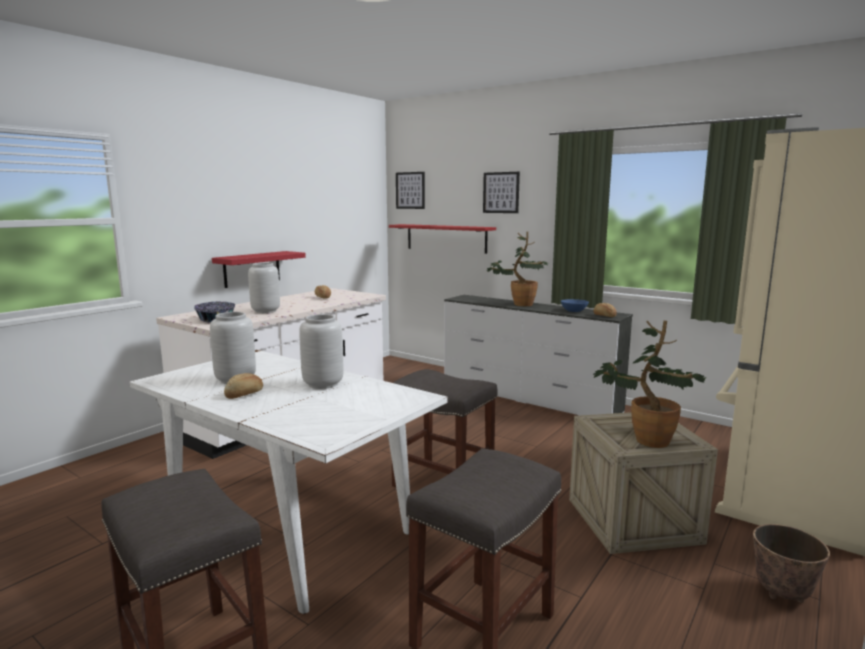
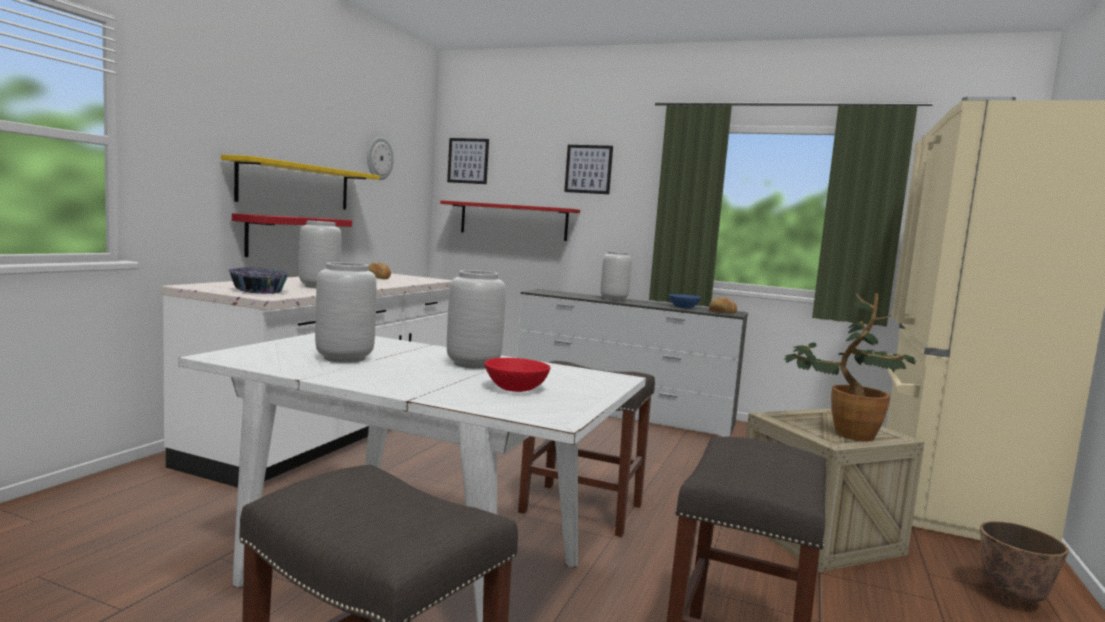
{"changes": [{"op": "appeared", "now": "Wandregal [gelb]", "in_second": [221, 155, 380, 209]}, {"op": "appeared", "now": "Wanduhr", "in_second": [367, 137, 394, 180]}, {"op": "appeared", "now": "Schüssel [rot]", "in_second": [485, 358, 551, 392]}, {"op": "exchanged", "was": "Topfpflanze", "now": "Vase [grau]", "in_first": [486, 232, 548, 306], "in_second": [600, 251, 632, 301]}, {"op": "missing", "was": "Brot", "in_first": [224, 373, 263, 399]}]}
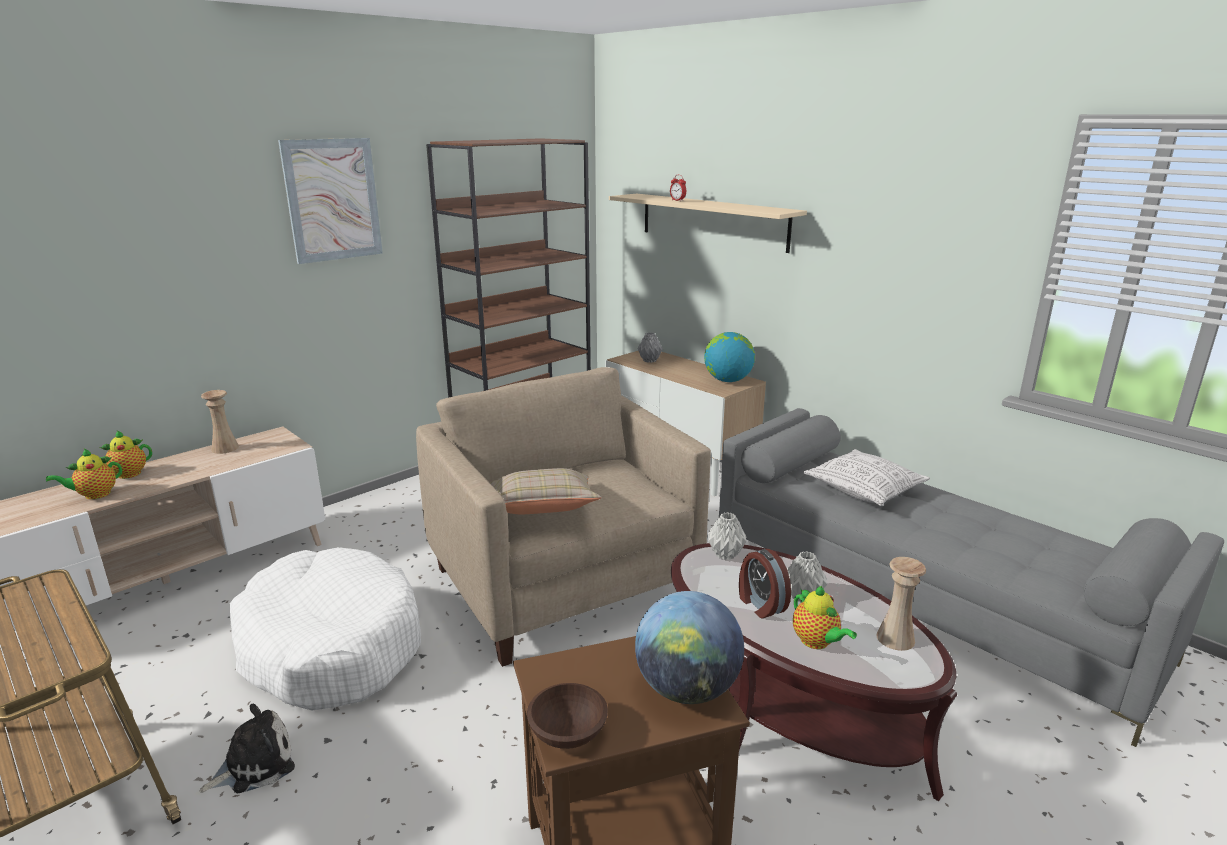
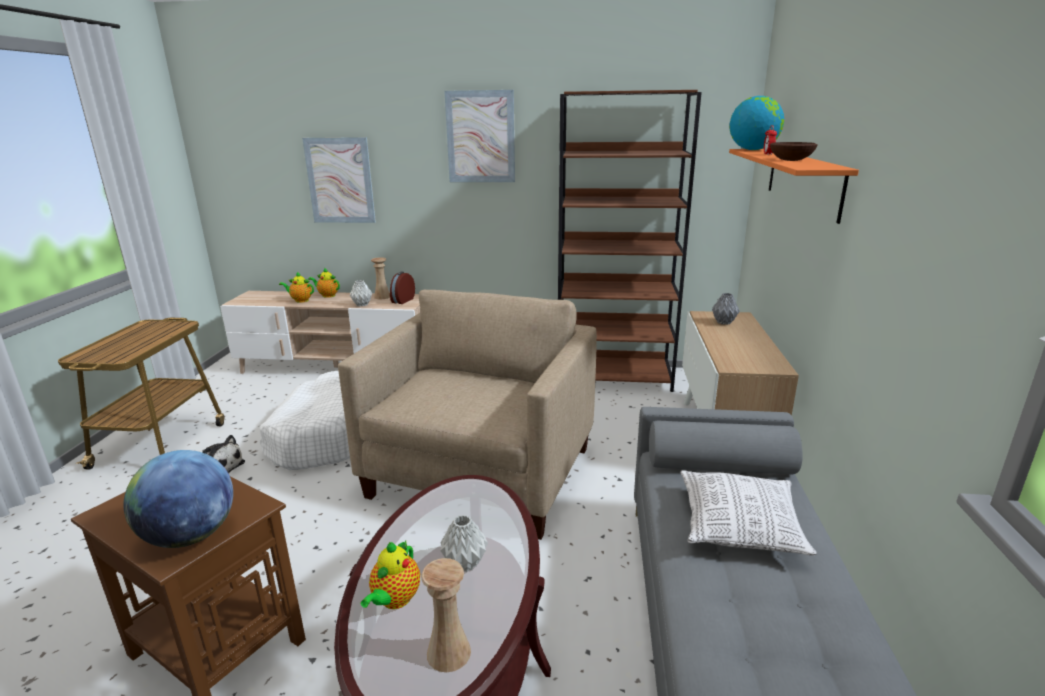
{"changes": [{"op": "appeared", "now": "Bild", "in_second": [302, 137, 376, 223]}, {"op": "relocated", "was": "Vase [grau]", "in_first": [707, 512, 747, 560], "in_second": [350, 280, 372, 306]}, {"op": "relocated", "was": "Wecker", "in_first": [739, 549, 791, 618], "in_second": [390, 272, 415, 304]}, {"op": "relocated", "was": "Globus", "in_first": [704, 332, 755, 382], "in_second": [729, 96, 784, 150]}, {"op": "colour", "was": "Wandregal [beige]", "now": "Wandregal [orange]", "in_first": [609, 194, 807, 253], "in_second": [729, 149, 859, 224]}, {"op": "relocated", "was": "Schüssel [braun]", "in_first": [527, 683, 608, 749], "in_second": [770, 142, 818, 161]}, {"op": "missing", "was": "Kissen [beige]", "in_first": [490, 468, 602, 514]}]}
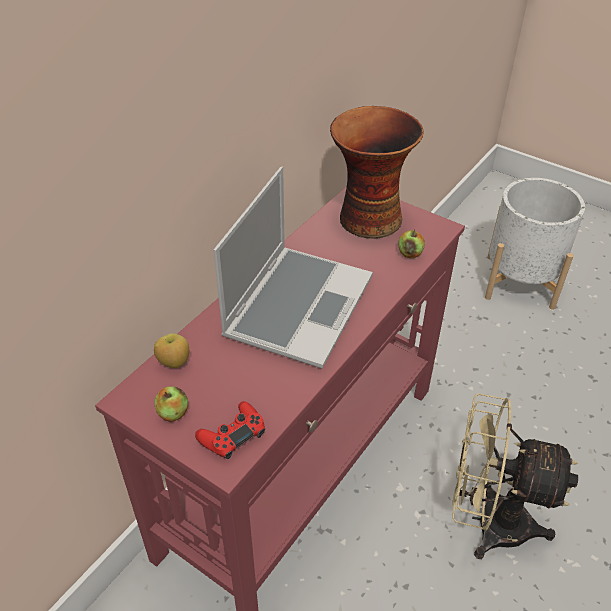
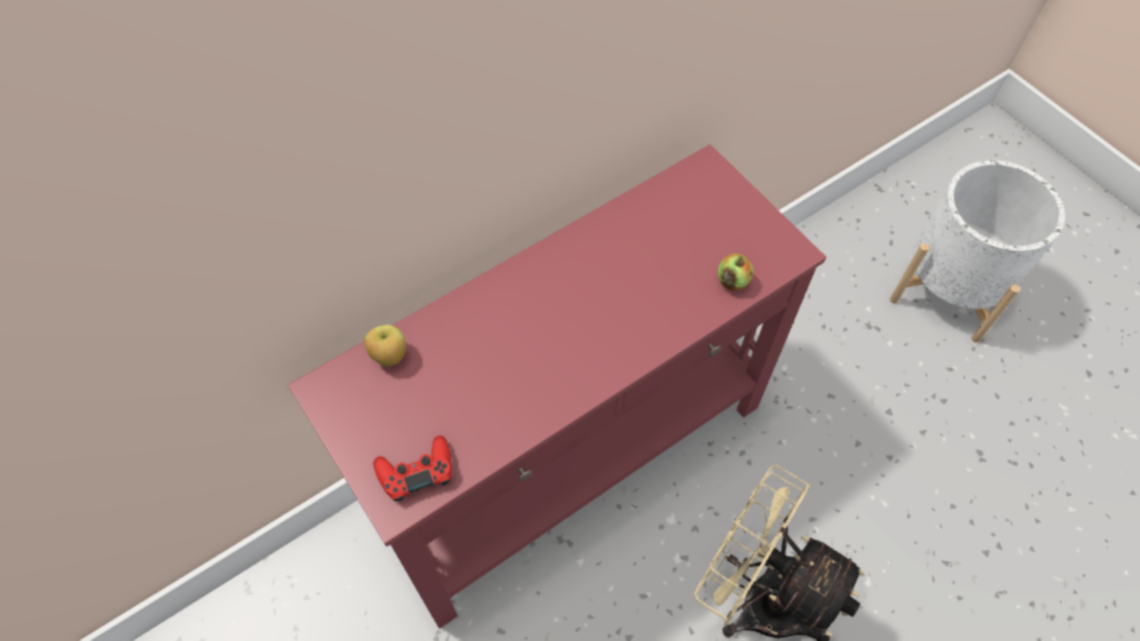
{"changes": [{"op": "missing", "was": "Apfel", "in_first": [154, 386, 188, 422]}, {"op": "missing", "was": "Laptop", "in_first": [214, 167, 373, 369]}, {"op": "missing", "was": "Vase", "in_first": [330, 106, 424, 239]}]}
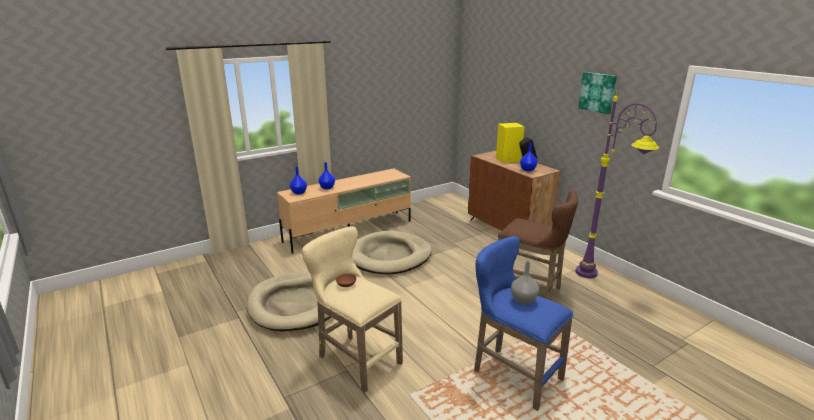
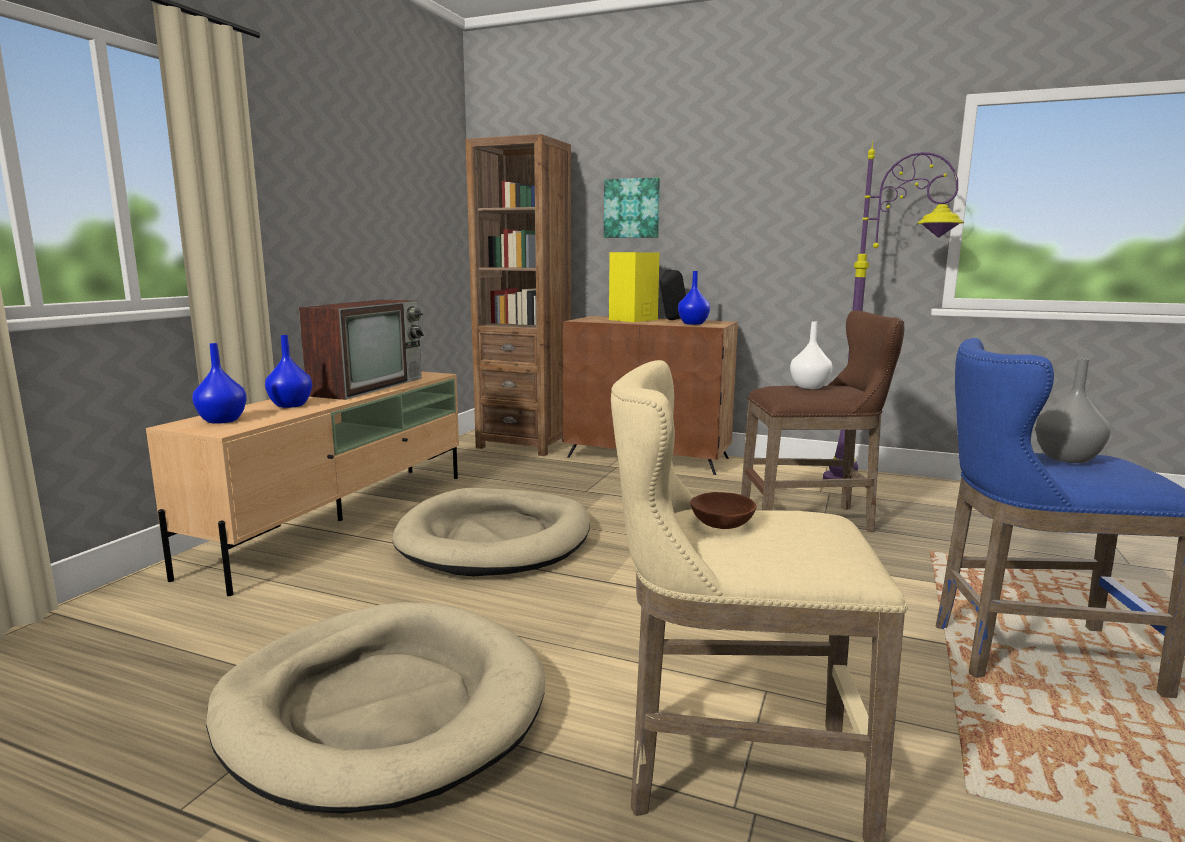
{"changes": [{"op": "appeared", "now": "Fernseher", "in_second": [299, 300, 424, 400]}, {"op": "appeared", "now": "Bücherregal [braun]", "in_second": [466, 134, 571, 456]}, {"op": "relocated", "was": "Bild", "in_first": [578, 72, 617, 114], "in_second": [604, 177, 660, 238]}, {"op": "appeared", "now": "Vase [weiß]", "in_second": [790, 321, 832, 389]}]}
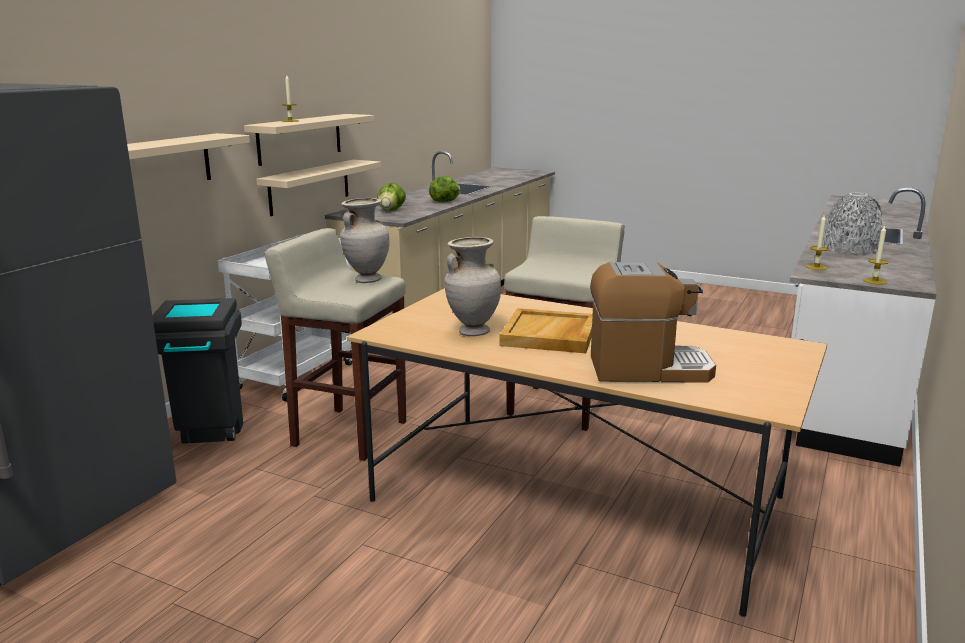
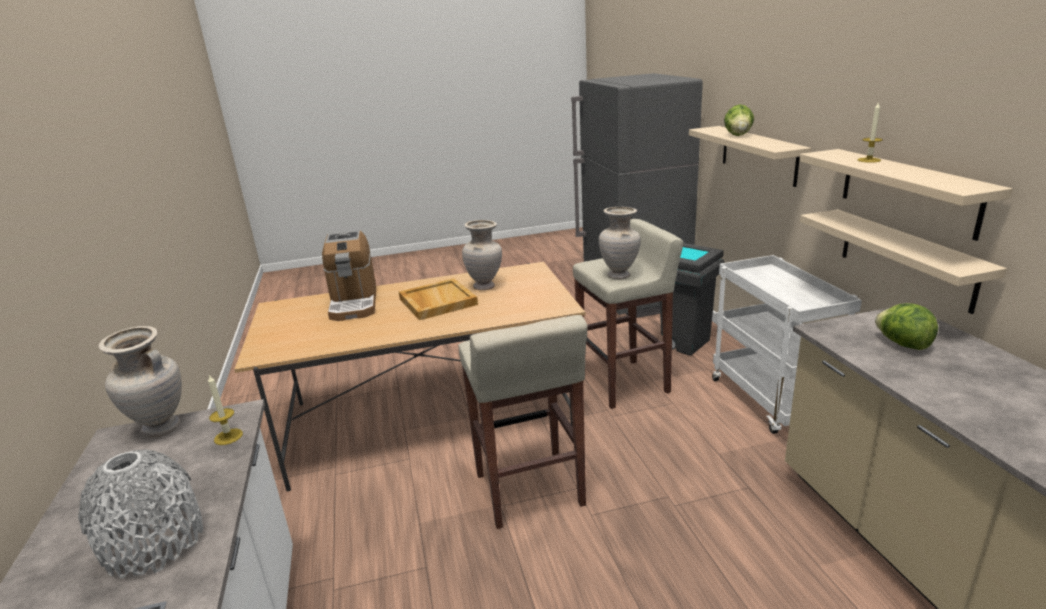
{"changes": [{"op": "exchanged", "was": "Kerze", "now": "Vase [beige]", "in_first": [863, 225, 888, 285], "in_second": [98, 326, 182, 437]}, {"op": "spun", "was": "Kaffeemaschine", "in_first": [590, 262, 716, 383], "in_second": [322, 231, 376, 321], "clockwise": -60}, {"op": "relocated", "was": "Salatkopf", "in_first": [429, 176, 460, 202], "in_second": [724, 104, 754, 136]}]}
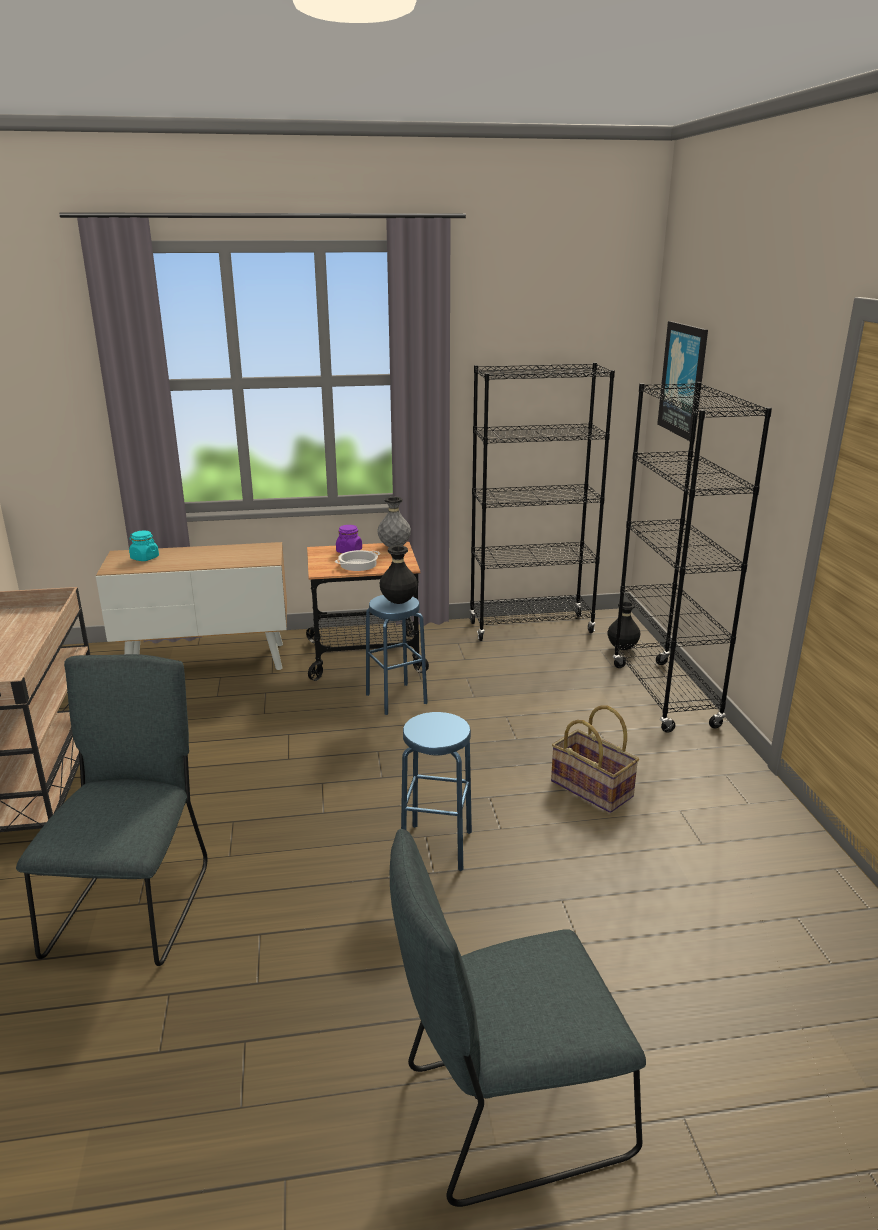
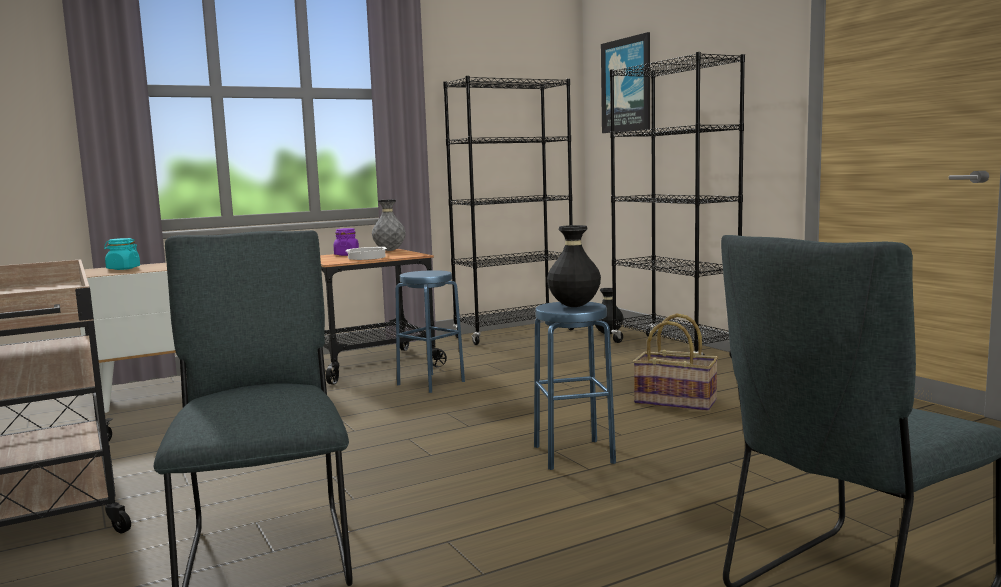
{"changes": [{"op": "relocated", "was": "Vase [schwarz]", "in_first": [380, 545, 418, 604], "in_second": [547, 225, 601, 307]}]}
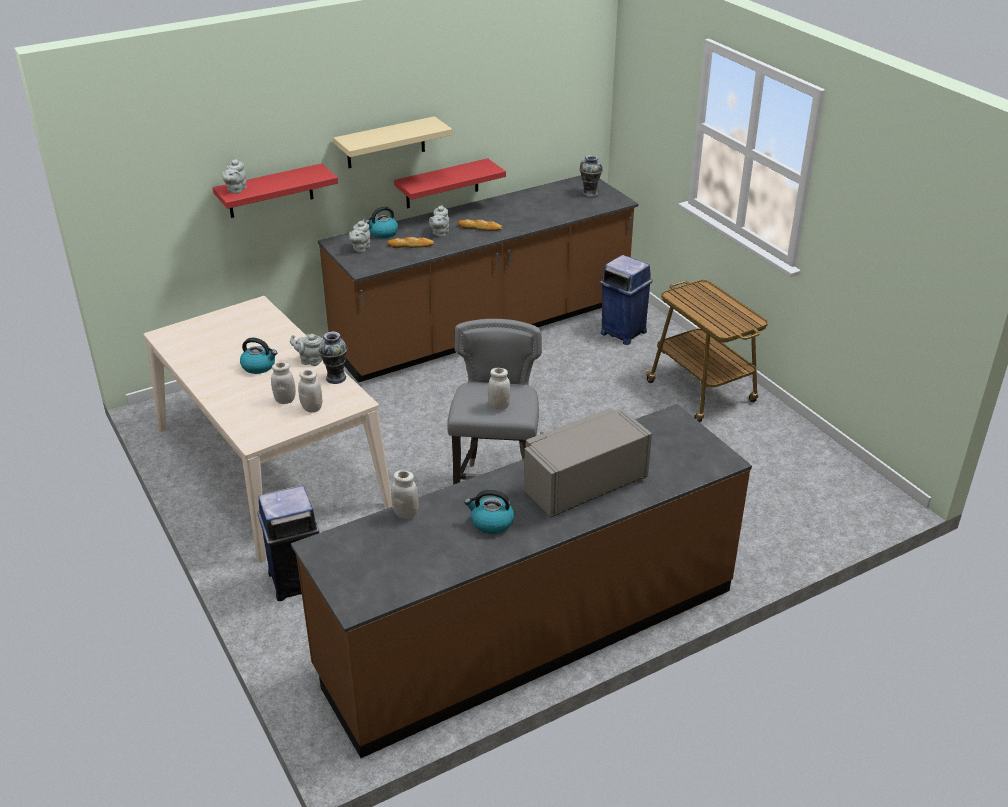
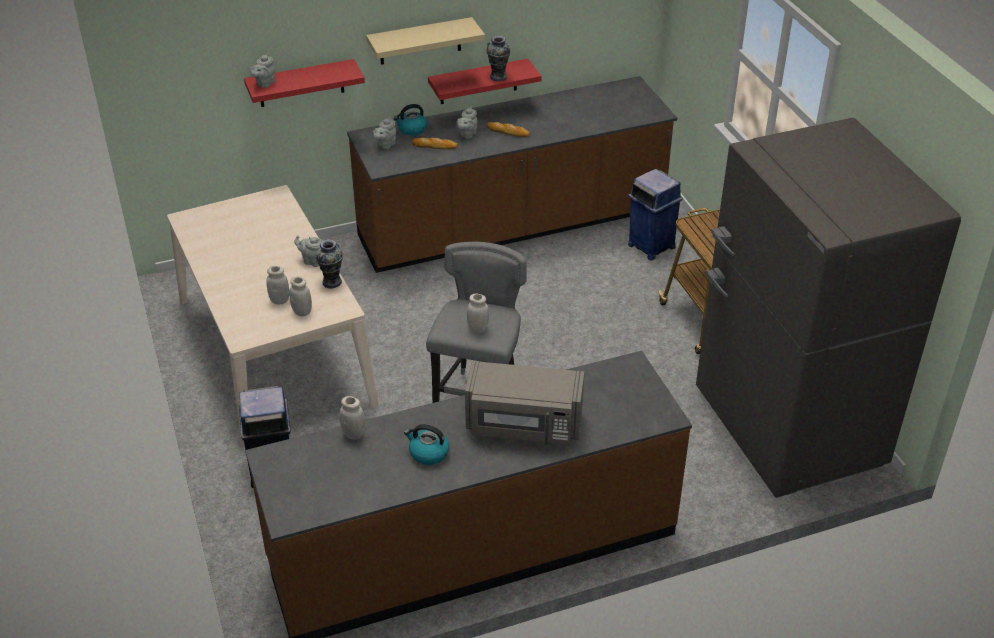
{"changes": [{"op": "spun", "was": "Mikrowelle [grau]", "in_first": [524, 408, 652, 518], "in_second": [465, 361, 584, 445], "clockwise": -150}, {"op": "relocated", "was": "Vase", "in_first": [579, 155, 603, 198], "in_second": [486, 36, 511, 81]}, {"op": "appeared", "now": "Kühlschrank [grau]", "in_second": [696, 118, 961, 498]}, {"op": "missing", "was": "Wasserkessel", "in_first": [240, 338, 277, 374]}]}
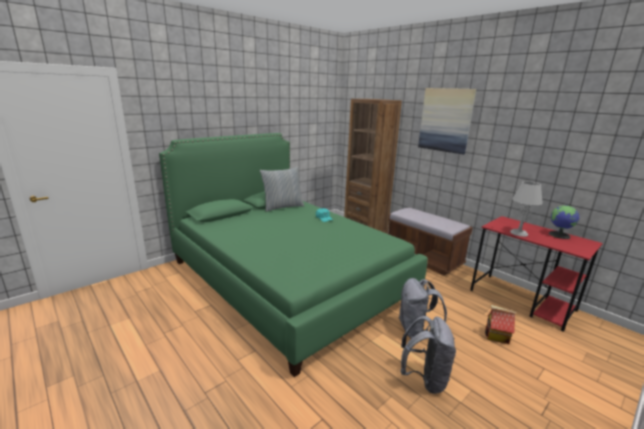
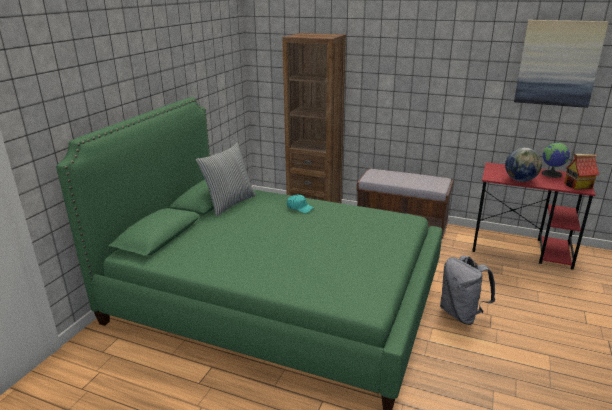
{"changes": [{"op": "exchanged", "was": "Tischlampe [grau]", "now": "Globus", "in_first": [510, 181, 543, 237], "in_second": [505, 148, 542, 182]}, {"op": "relocated", "was": "Bild", "in_first": [418, 88, 476, 154], "in_second": [514, 20, 609, 108]}, {"op": "relocated", "was": "Spielzeughaus", "in_first": [485, 305, 517, 344], "in_second": [564, 154, 599, 190]}, {"op": "missing", "was": "Rucksack [grau]", "in_first": [400, 316, 456, 394]}]}
